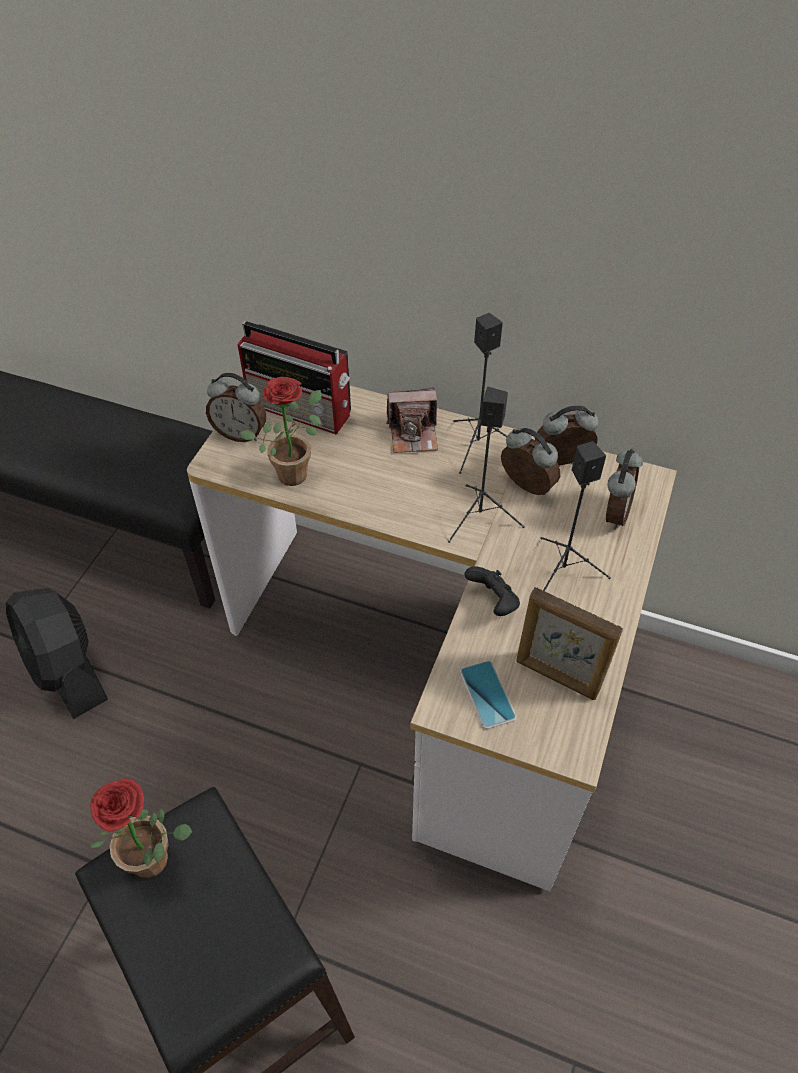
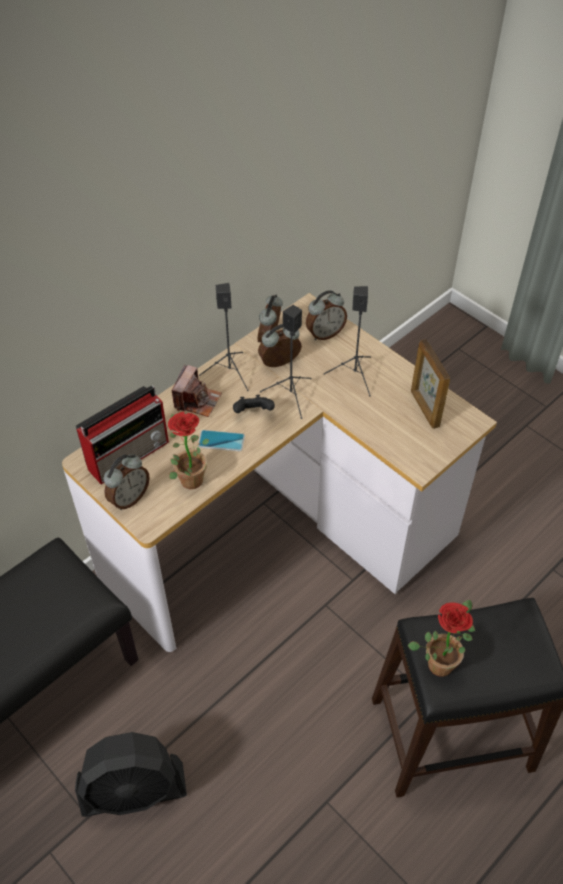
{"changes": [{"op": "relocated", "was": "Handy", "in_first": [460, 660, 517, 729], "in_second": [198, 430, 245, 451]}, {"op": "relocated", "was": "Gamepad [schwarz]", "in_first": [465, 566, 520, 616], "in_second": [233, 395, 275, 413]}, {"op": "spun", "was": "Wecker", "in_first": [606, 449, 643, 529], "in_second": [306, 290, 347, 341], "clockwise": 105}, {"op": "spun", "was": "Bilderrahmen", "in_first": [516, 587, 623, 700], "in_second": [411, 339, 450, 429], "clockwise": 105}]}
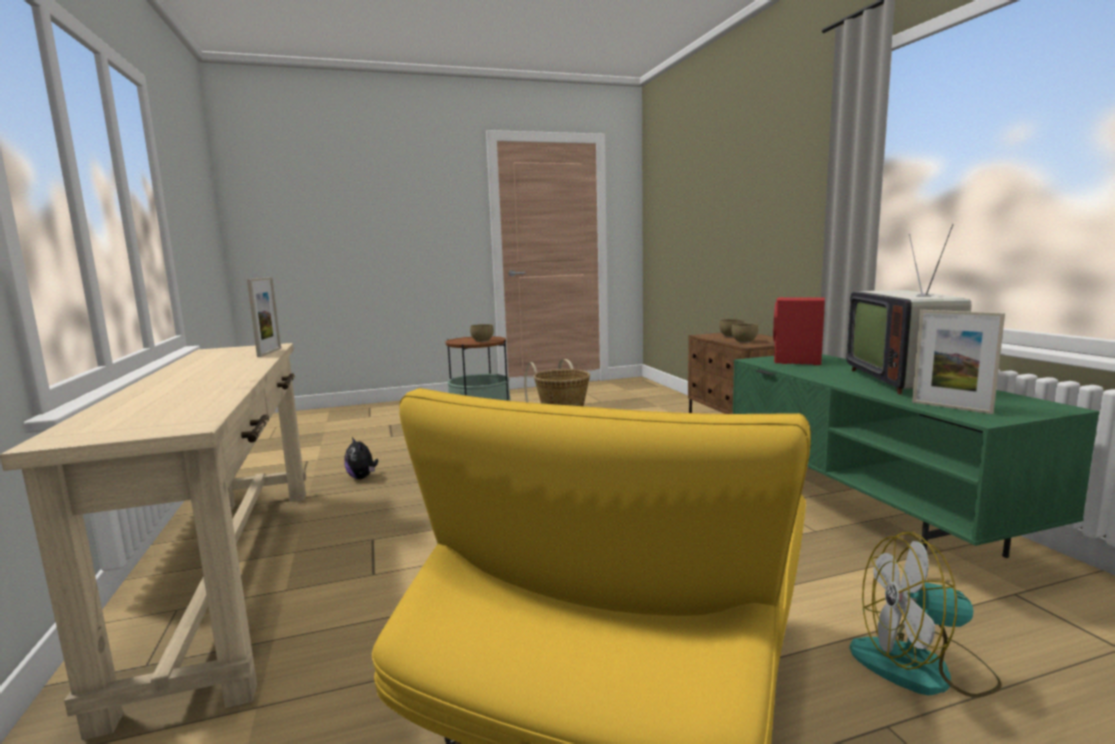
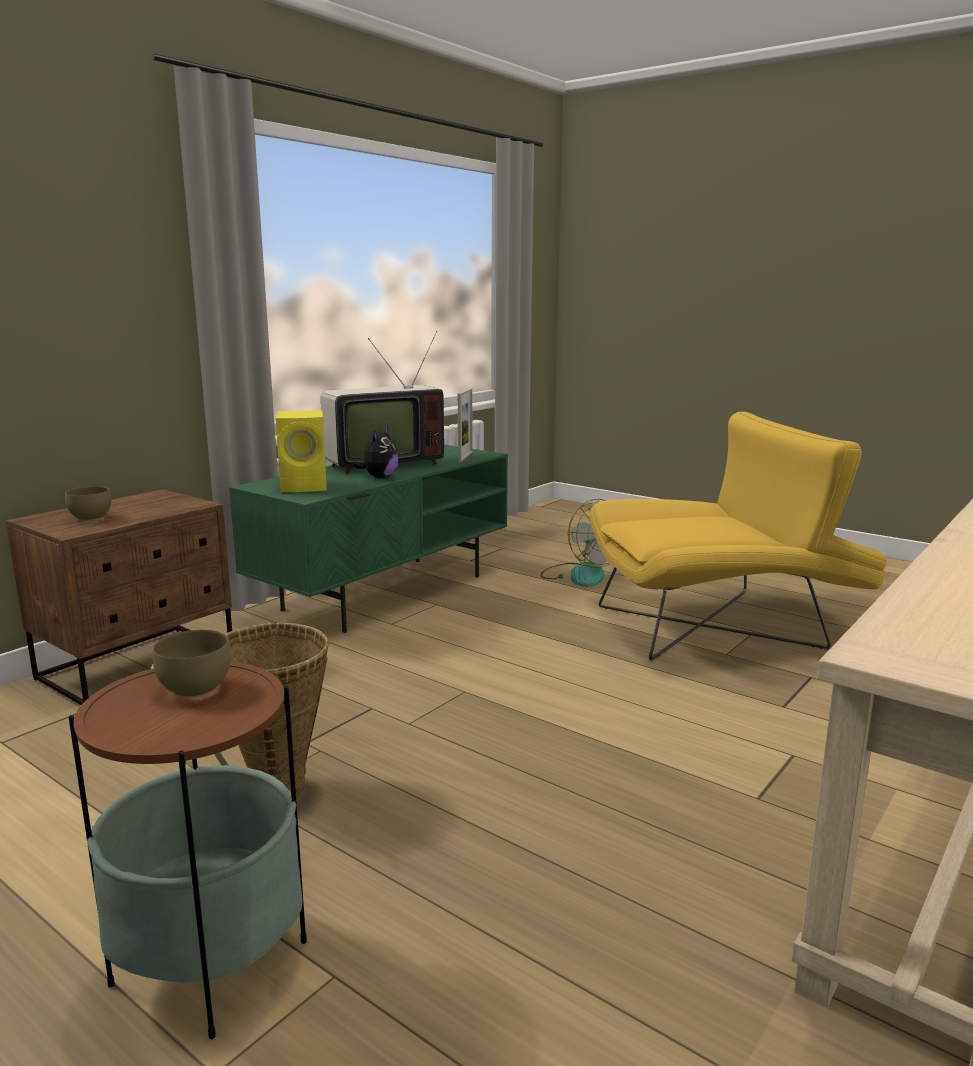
{"changes": [{"op": "colour", "was": "Lautsprecher [rot]", "now": "Lautsprecher [gelb]", "in_first": [773, 297, 825, 365], "in_second": [276, 410, 327, 492]}, {"op": "relocated", "was": "Plüschtier", "in_first": [344, 437, 378, 479], "in_second": [353, 427, 399, 479]}, {"op": "missing", "was": "Bilderrahmen", "in_first": [247, 277, 281, 357]}, {"op": "missing", "was": "Schüssel [braun]", "in_first": [732, 323, 758, 343]}]}
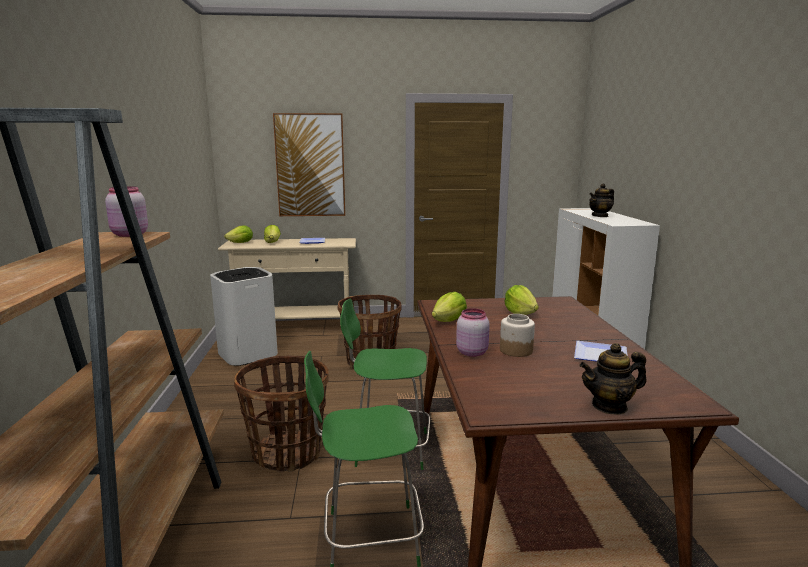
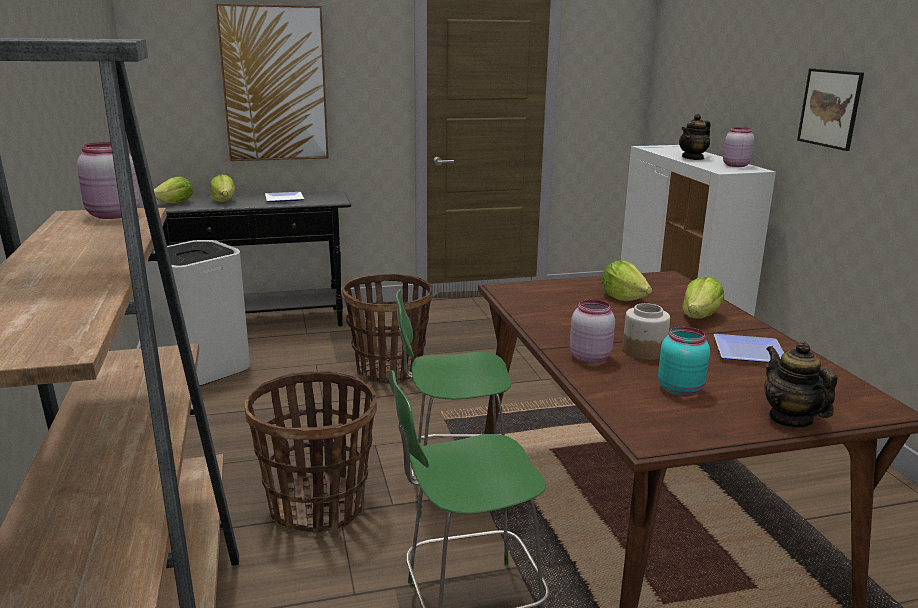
{"changes": [{"op": "colour", "was": "Konsolentisch [beige]", "now": "Konsolentisch [schwarz]", "in_first": [218, 238, 356, 319], "in_second": [156, 191, 351, 326]}, {"op": "appeared", "now": "Vorratsglas [türkis]", "in_second": [658, 326, 710, 397]}, {"op": "relocated", "was": "Salatkopf", "in_first": [432, 292, 467, 322], "in_second": [682, 276, 724, 319]}, {"op": "appeared", "now": "Vorratsglas [rosa]", "in_second": [723, 127, 754, 167]}, {"op": "spun", "was": "Teekanne", "in_first": [580, 343, 647, 415], "in_second": [764, 341, 838, 429], "clockwise": 90}, {"op": "appeared", "now": "Bild", "in_second": [797, 69, 864, 151]}]}
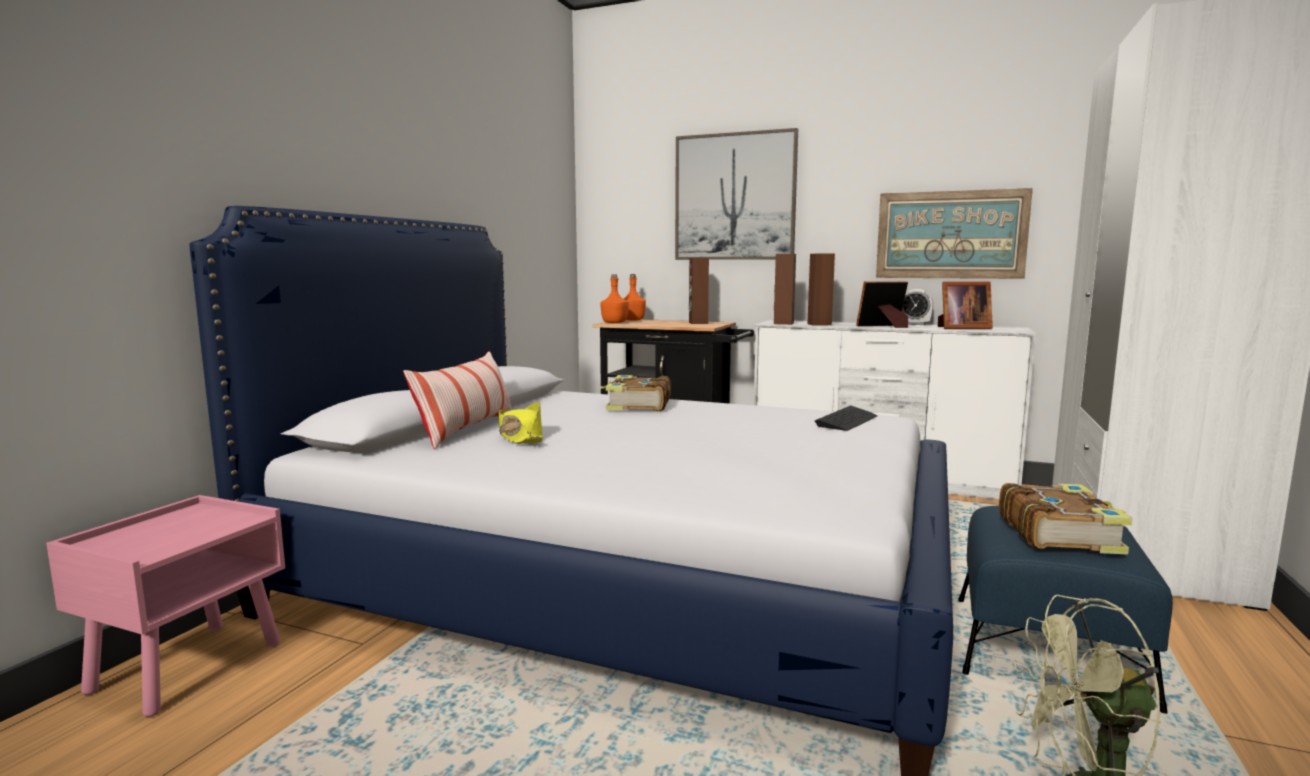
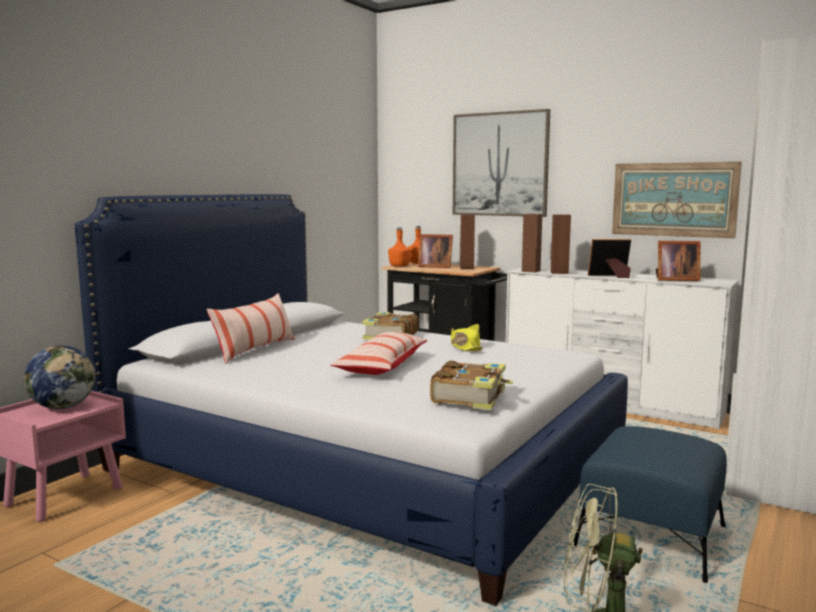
{"changes": [{"op": "appeared", "now": "Globus", "in_second": [24, 345, 96, 409]}, {"op": "appeared", "now": "Kissen", "in_second": [330, 332, 427, 375]}, {"op": "appeared", "now": "Bilderrahmen", "in_second": [418, 234, 453, 268]}, {"op": "relocated", "was": "Buch", "in_first": [999, 483, 1133, 555], "in_second": [430, 361, 513, 410]}, {"op": "relocated", "was": "Hut [gelb]", "in_first": [499, 402, 543, 444], "in_second": [451, 324, 483, 351]}, {"op": "missing", "was": "Tastatur", "in_first": [815, 406, 877, 431]}, {"op": "missing", "was": "Wecker", "in_first": [902, 289, 933, 325]}]}
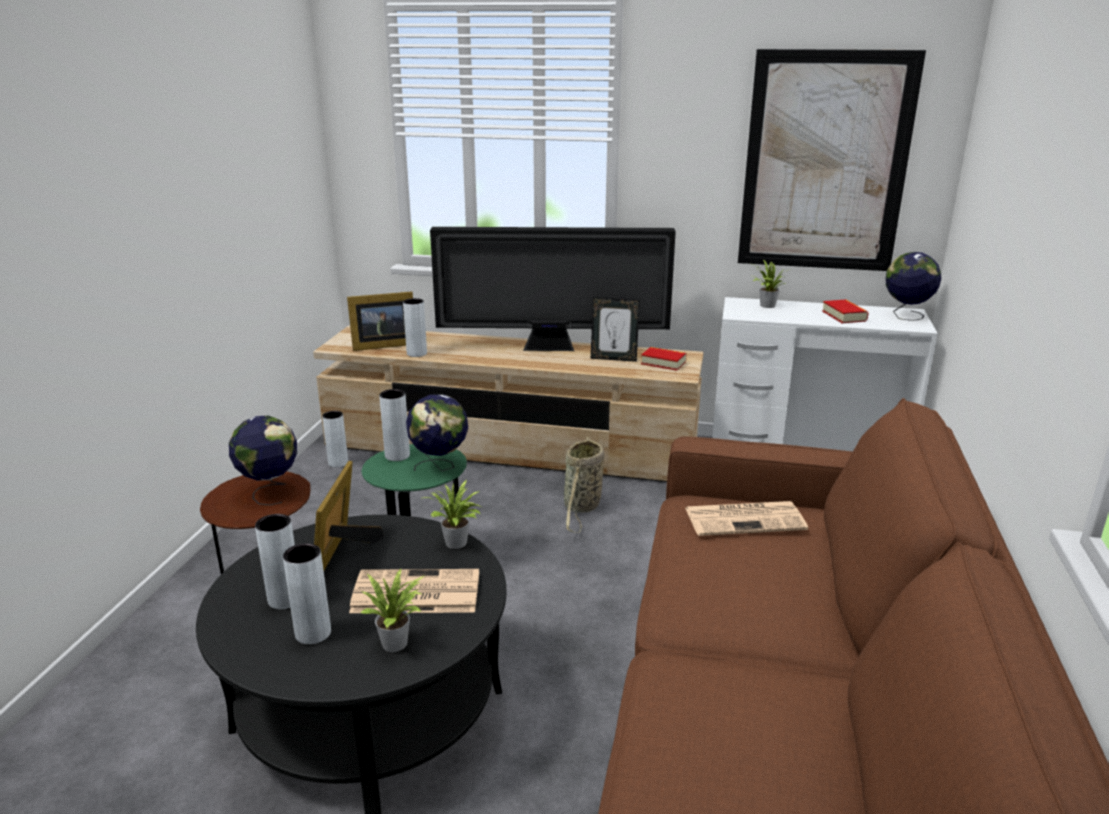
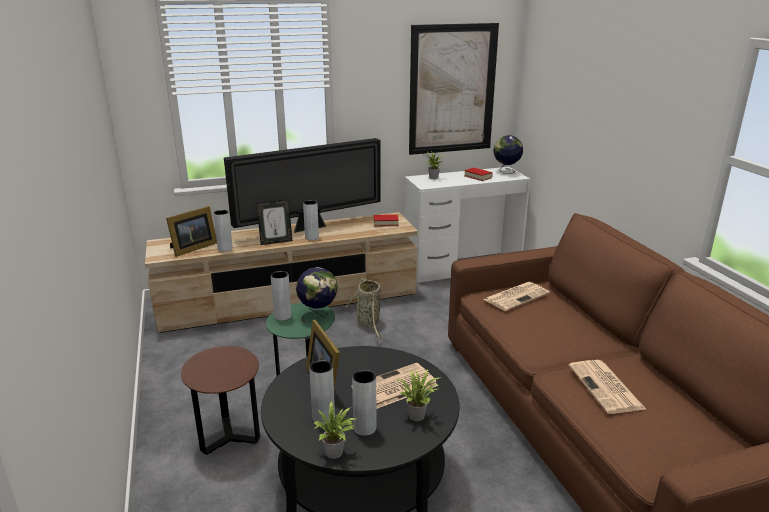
{"changes": [{"op": "relocated", "was": "Bilderrahmen", "in_first": [591, 297, 640, 362], "in_second": [256, 199, 292, 245]}, {"op": "relocated", "was": "Vase [grau]", "in_first": [322, 411, 348, 468], "in_second": [303, 200, 319, 241]}, {"op": "relocated", "was": "Topfpflanze", "in_first": [423, 480, 482, 549], "in_second": [314, 401, 355, 459]}, {"op": "appeared", "now": "Zeitung", "in_second": [569, 360, 646, 414]}, {"op": "missing", "was": "Globus", "in_first": [229, 416, 297, 505]}]}
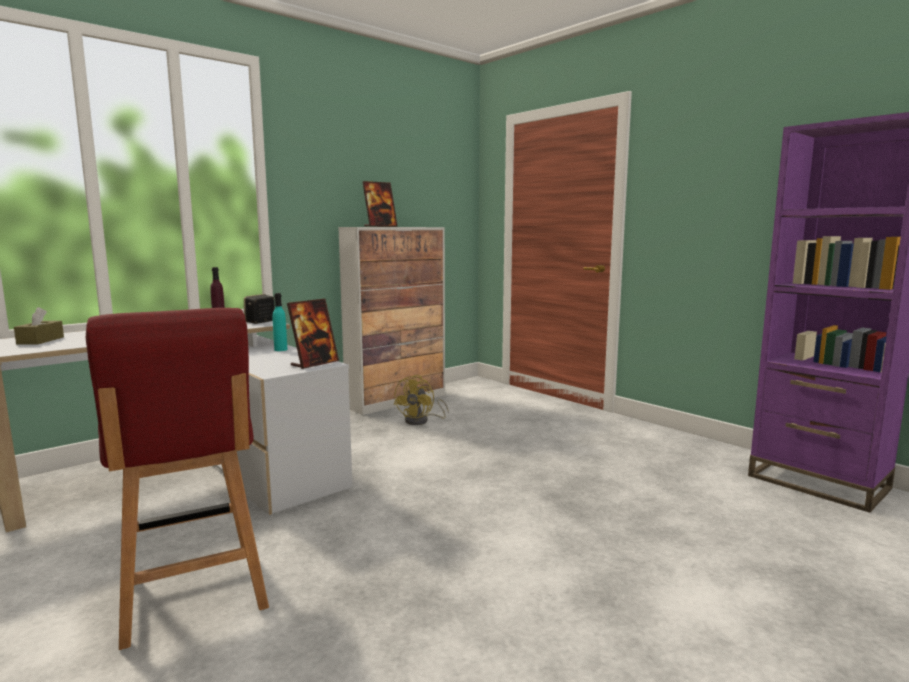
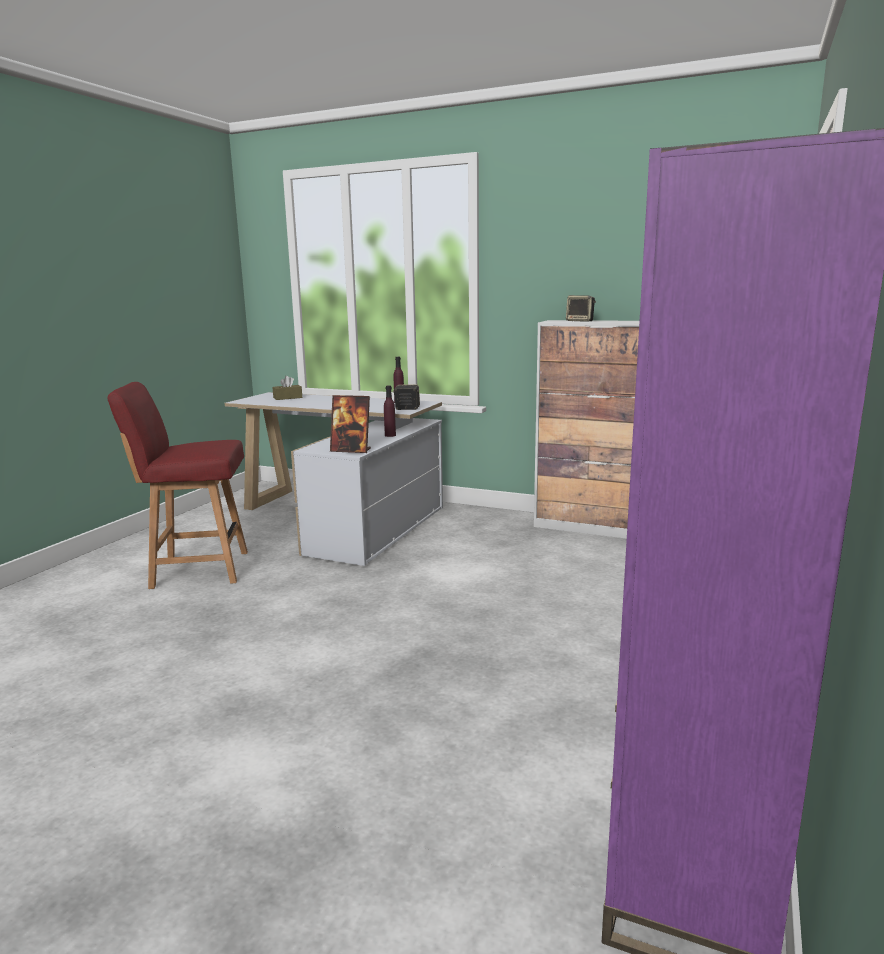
{"changes": [{"op": "spun", "was": "Stuhl [rot]", "in_first": [86, 308, 269, 650], "in_second": [107, 382, 248, 589], "clockwise": 45}, {"op": "colour", "was": "Flasche [türkis]", "now": "Flasche [lila]", "in_first": [273, 293, 287, 351], "in_second": [384, 385, 396, 437]}, {"op": "exchanged", "was": "Bilderrahmen", "now": "Lautsprecher", "in_first": [362, 181, 398, 227], "in_second": [566, 295, 596, 322]}, {"op": "missing", "was": "Ventilator [gelb]", "in_first": [394, 375, 449, 425]}]}
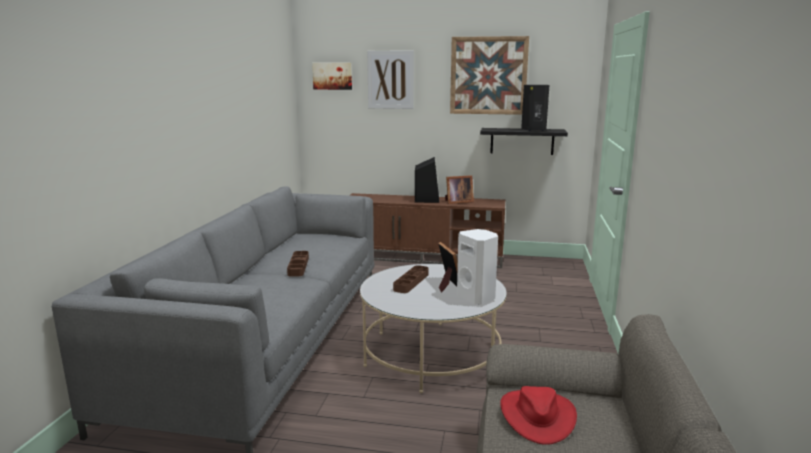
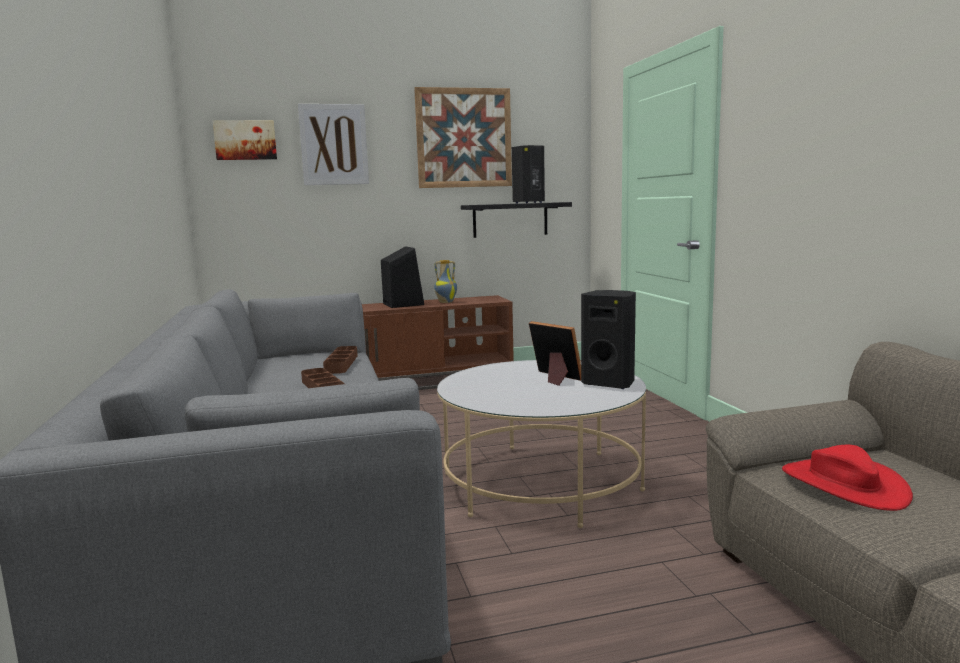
{"changes": [{"op": "relocated", "was": "Tablett [braun]", "in_first": [393, 265, 429, 293], "in_second": [323, 346, 358, 374]}, {"op": "exchanged", "was": "Bilderrahmen", "now": "Vase", "in_first": [445, 175, 474, 204], "in_second": [434, 260, 457, 303]}, {"op": "colour", "was": "Lautsprecher [weiß]", "now": "Lautsprecher [schwarz]", "in_first": [457, 229, 498, 305], "in_second": [581, 290, 636, 389]}]}
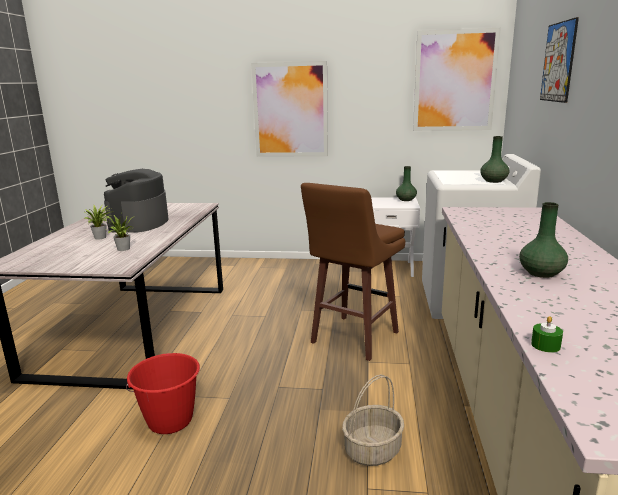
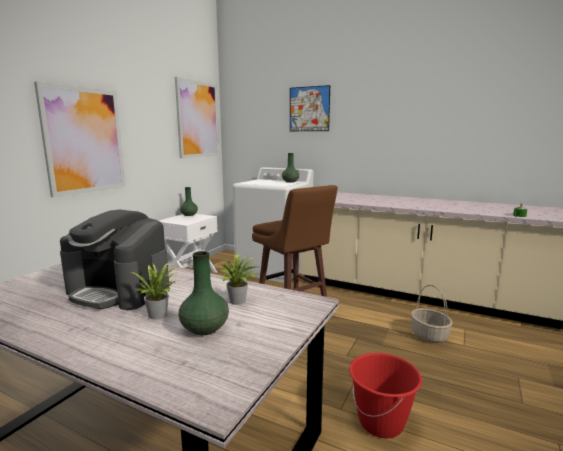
{"changes": [{"op": "relocated", "was": "Vase [grün]", "in_first": [519, 202, 568, 278], "in_second": [179, 251, 229, 335]}]}
